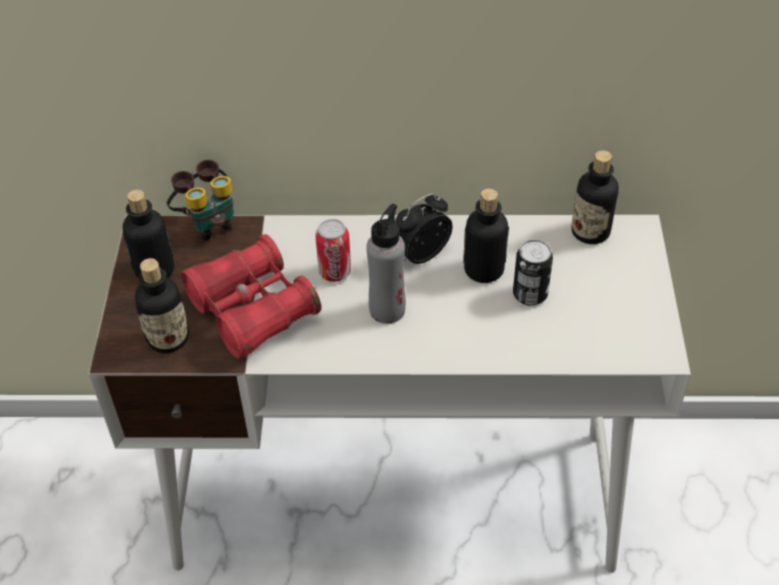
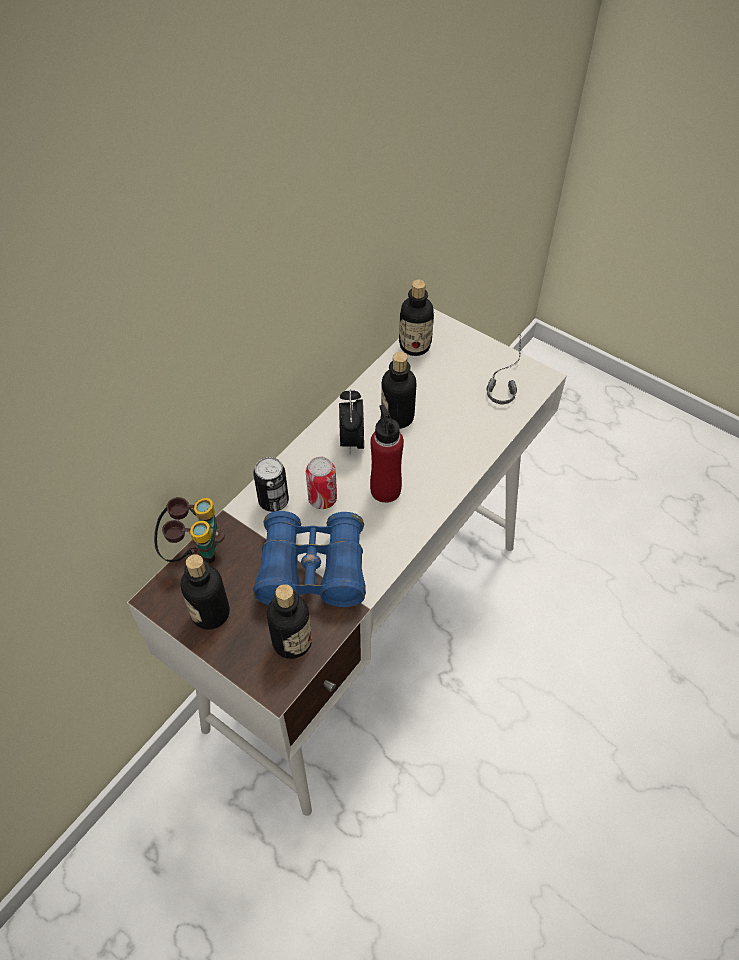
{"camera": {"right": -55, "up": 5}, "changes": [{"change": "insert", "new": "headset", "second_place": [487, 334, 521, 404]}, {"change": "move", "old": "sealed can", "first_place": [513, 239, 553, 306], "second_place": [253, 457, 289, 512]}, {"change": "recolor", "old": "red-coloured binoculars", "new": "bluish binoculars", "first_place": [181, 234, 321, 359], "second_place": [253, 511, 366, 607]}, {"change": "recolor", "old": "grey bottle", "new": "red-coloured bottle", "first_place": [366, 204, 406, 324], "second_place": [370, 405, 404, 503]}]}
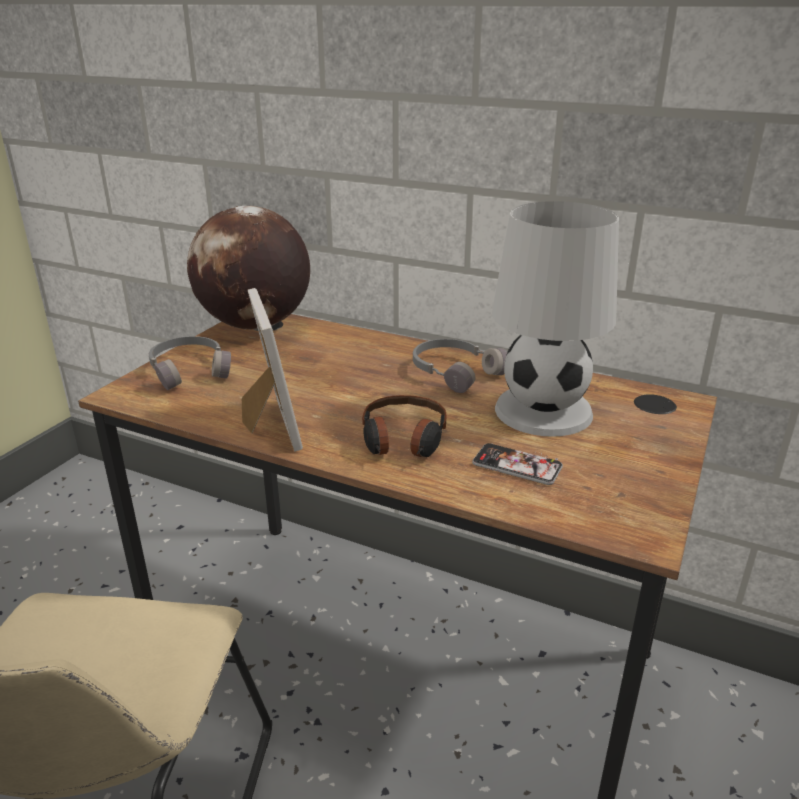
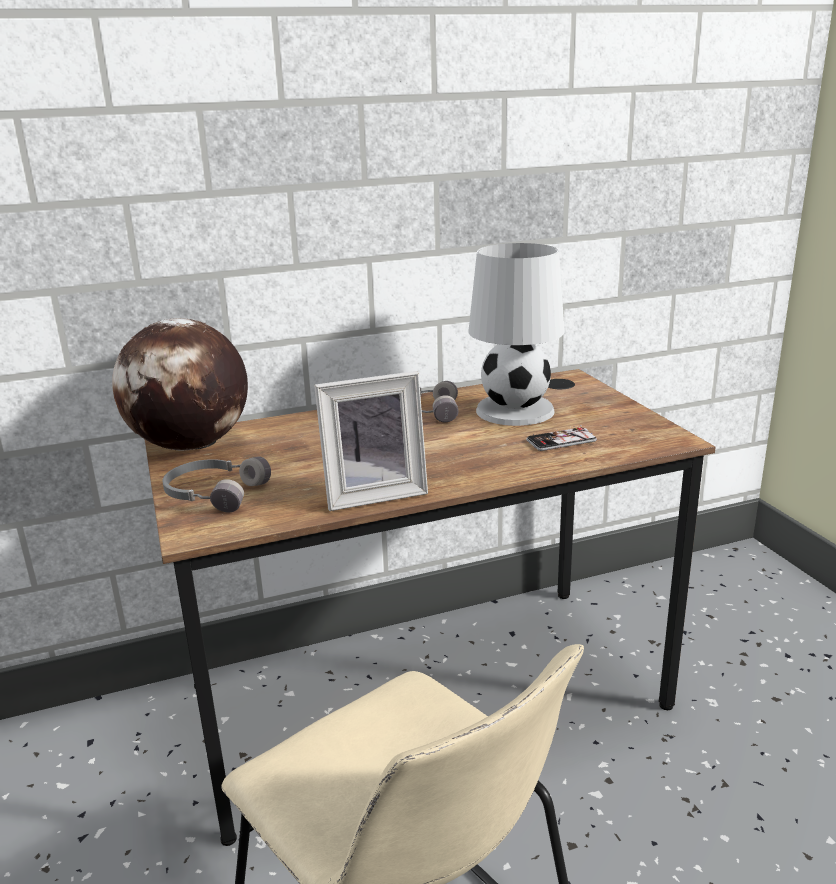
{"camera": {"right": -45, "up": -5}, "changes": [{"change": "delete", "old": "headset", "first_place": [362, 395, 446, 457]}, {"change": "rotate", "old": "standing frame", "first_place": [242, 288, 303, 452], "second_place": [314, 371, 428, 511], "degrees": 135}]}
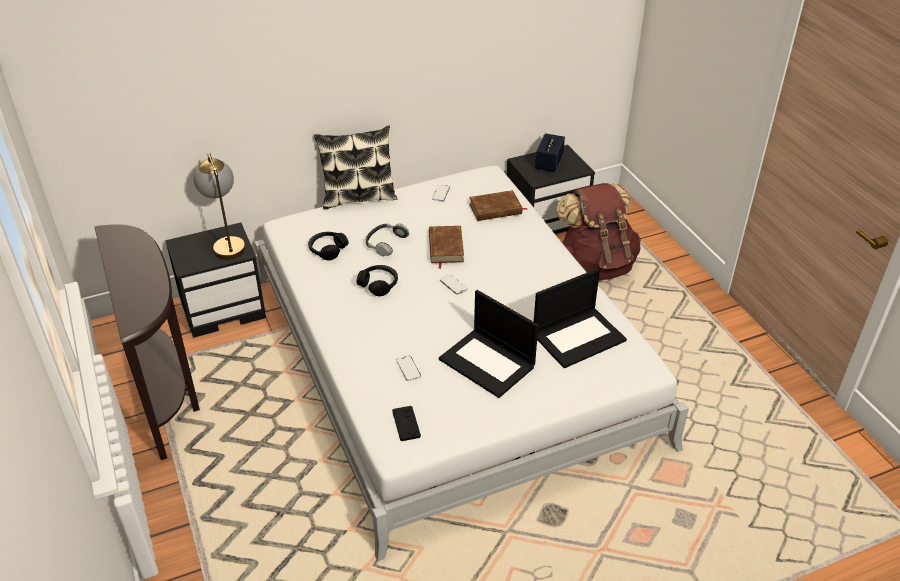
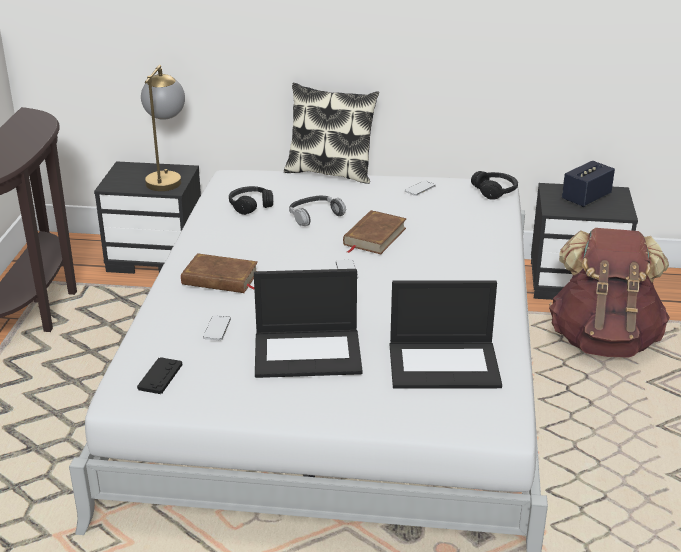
{"camera": {"right": 30, "up": -10}, "changes": [{"change": "move", "old": "black-coloured headset", "first_place": [357, 265, 398, 296], "second_place": [471, 171, 518, 200]}, {"change": "move", "old": "brownish book", "first_place": [469, 190, 527, 221], "second_place": [181, 253, 258, 293]}, {"change": "rotate", "old": "portable computer", "first_place": [439, 290, 538, 398], "second_place": [254, 269, 363, 378], "degrees": -75}]}
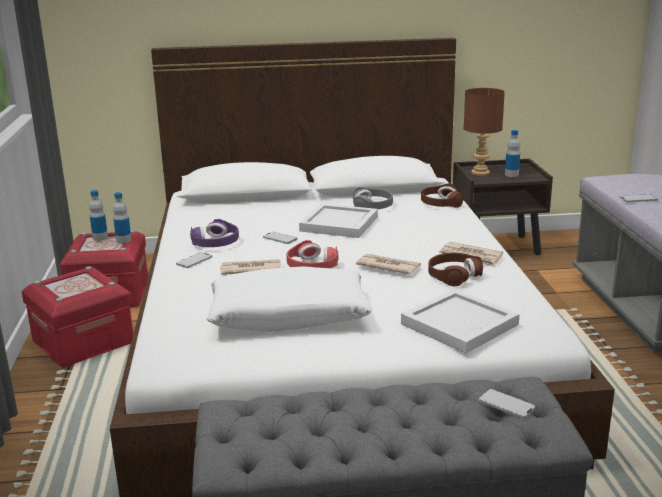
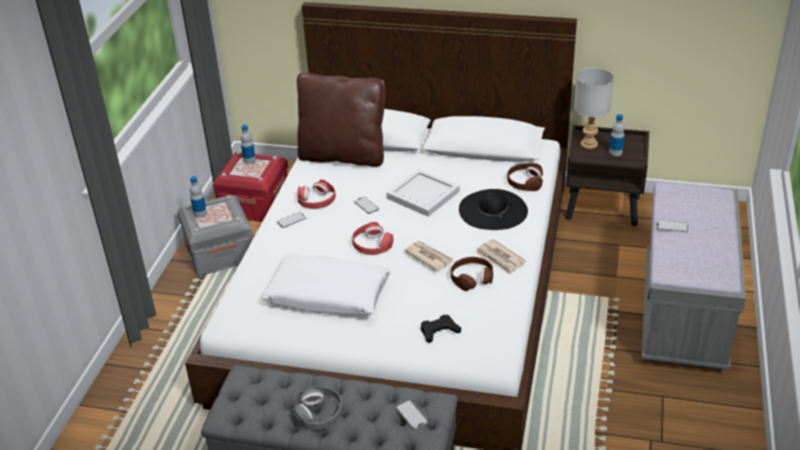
{"camera": {"right": 20, "up": 15}, "changes": [{"change": "delete", "old": "printed paper", "first_place": [220, 259, 281, 275]}, {"change": "insert", "new": "brownish throw pillow", "second_place": [297, 73, 385, 167]}, {"change": "insert", "new": "black-coloured hat", "second_place": [459, 189, 528, 230]}, {"change": "move", "old": "bottle", "first_place": [113, 192, 132, 243], "second_place": [190, 176, 207, 218]}, {"change": "move", "old": "grey headset", "first_place": [353, 187, 393, 209], "second_place": [292, 385, 343, 430]}, {"change": "replace", "old": "white-coloured carrying tray", "new": "black-coloured gamepad", "first_place": [401, 289, 520, 353], "second_place": [421, 315, 461, 343]}, {"change": "recolor", "old": "red-coloured storage container", "new": "grey storage container", "first_place": [22, 266, 133, 368], "second_place": [177, 195, 252, 276]}, {"change": "recolor", "old": "purple headset", "new": "red-coloured headset", "first_place": [190, 219, 239, 247], "second_place": [297, 179, 336, 209]}, {"change": "recolor", "old": "brownish table lamp", "new": "grey table lamp", "first_place": [464, 88, 505, 176], "second_place": [574, 68, 614, 149]}]}
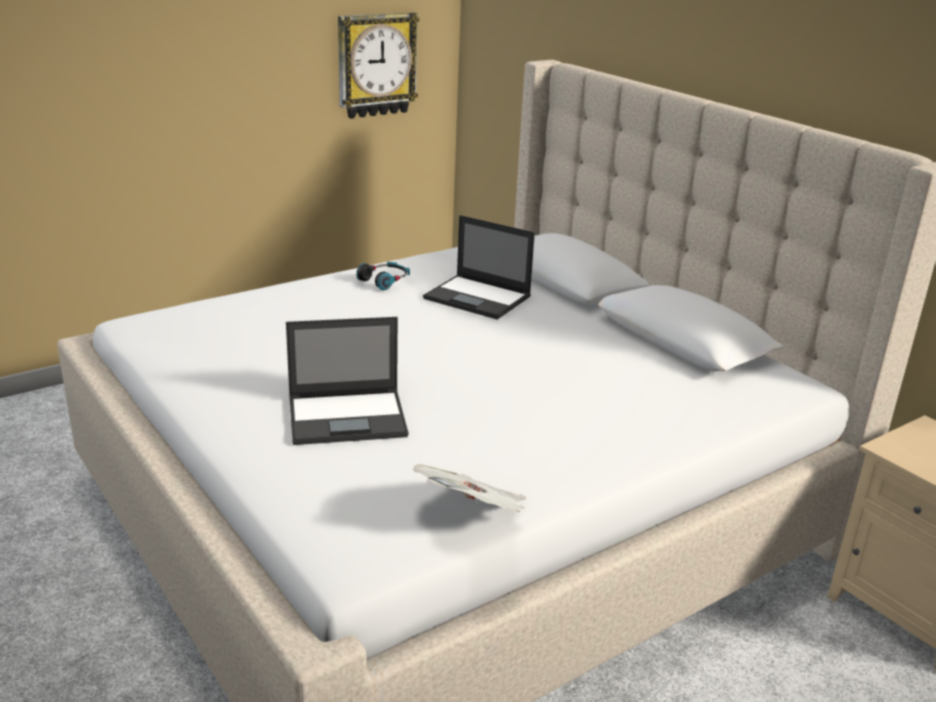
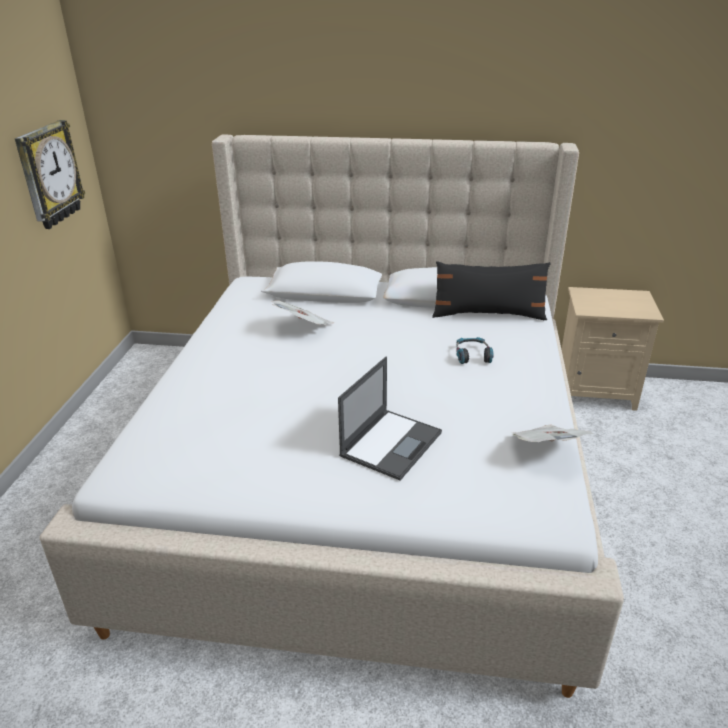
{"camera": {"right": -45, "up": 5}, "changes": [{"change": "insert", "new": "black-coloured throw pillow", "second_place": [432, 261, 551, 320]}, {"change": "move", "old": "headset", "first_place": [356, 262, 410, 290], "second_place": [456, 337, 494, 364]}, {"change": "replace", "old": "portable computer", "new": "printed paper", "first_place": [423, 215, 535, 320], "second_place": [272, 300, 334, 325]}]}
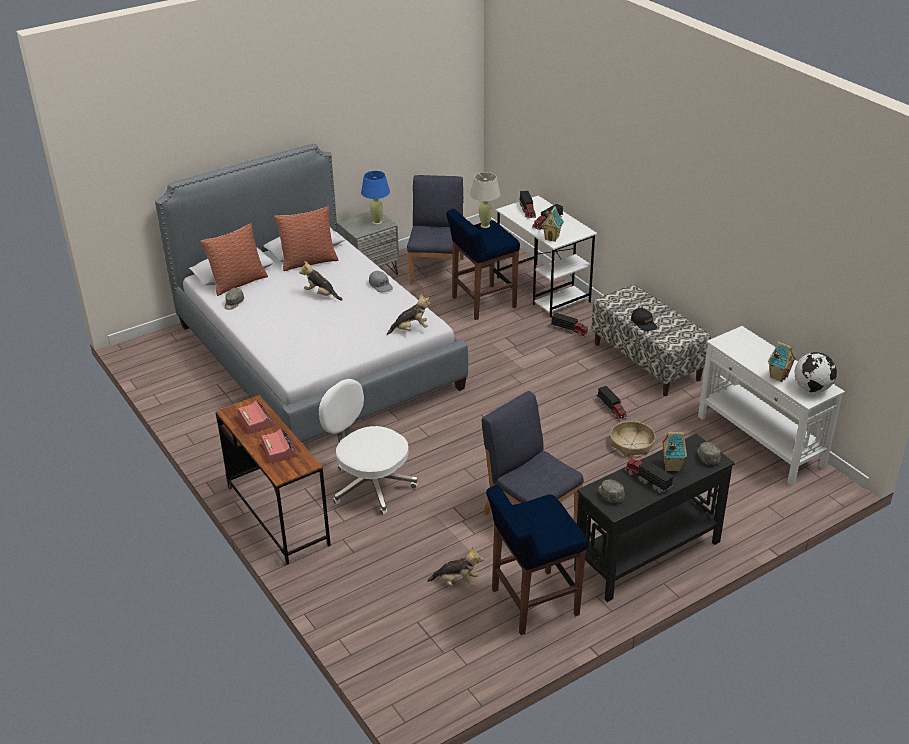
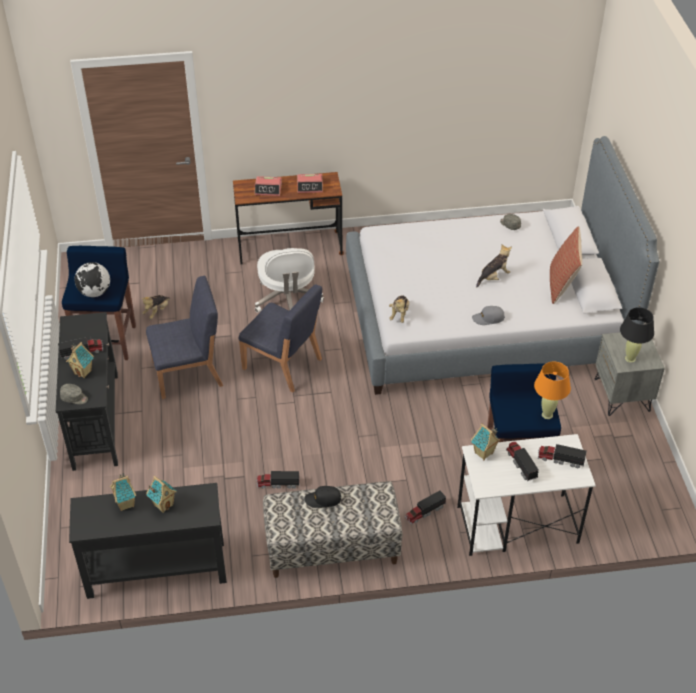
{"camera": {"right": 115, "up": 10}, "changes": [{"change": "delete", "old": "throw pillow", "first_place": [200, 223, 268, 296]}, {"change": "delete", "old": "grey peaked cap", "first_place": [598, 479, 625, 503]}, {"change": "delete", "old": "household basket", "first_place": [610, 421, 655, 456]}, {"change": "insert", "new": "toy house", "second_place": [146, 476, 177, 513]}, {"change": "move", "old": "bluish plain chair", "first_place": [407, 175, 464, 287], "second_place": [238, 284, 322, 392]}, {"change": "move", "old": "globe", "first_place": [794, 352, 837, 393], "second_place": [75, 262, 110, 297]}, {"change": "recolor", "old": "bluish table lamp", "new": "black-coloured table lamp", "first_place": [361, 171, 390, 225], "second_place": [620, 307, 654, 363]}, {"change": "recolor", "old": "beige table lamp", "new": "orange table lamp", "first_place": [470, 172, 500, 228], "second_place": [534, 361, 571, 419]}, {"change": "recolor", "old": "white-coloured hall table", "new": "black-coloured hall table", "first_place": [698, 326, 845, 486], "second_place": [69, 483, 227, 599]}, {"change": "rotate", "old": "white-coloured desk chair", "first_place": [319, 379, 418, 515], "second_place": [255, 248, 324, 313], "degrees": 105}]}
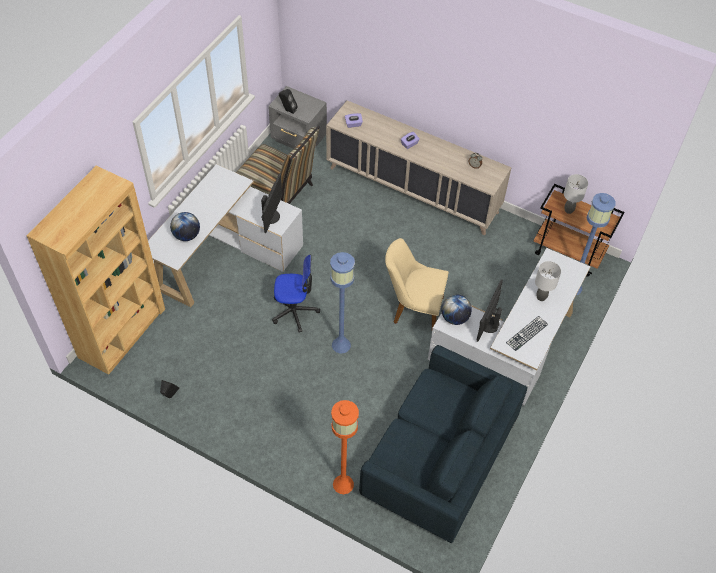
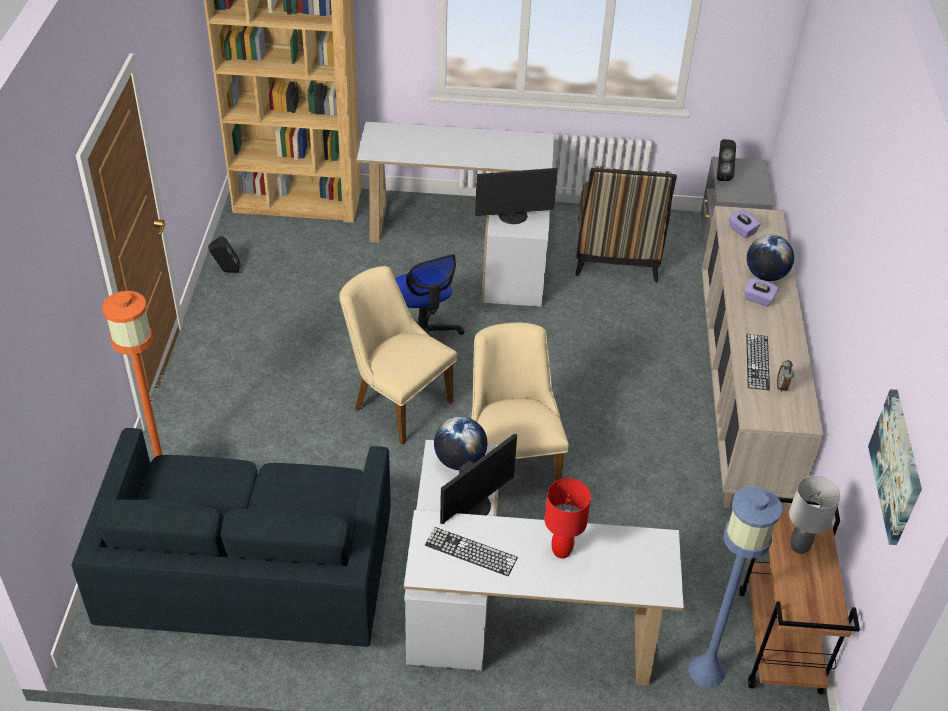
{"camera": {"right": 65, "up": -10}, "changes": [{"change": "insert", "new": "computer keyboard", "second_place": [746, 334, 770, 390]}, {"change": "insert", "new": "wall art", "second_place": [868, 389, 922, 545]}, {"change": "move", "old": "globe", "first_place": [170, 212, 200, 241], "second_place": [747, 235, 794, 281]}, {"change": "replace", "old": "bluish floor lamp", "new": "beige plain chair", "first_place": [330, 252, 355, 353], "second_place": [339, 266, 457, 445]}, {"change": "recolor", "old": "grey table lamp", "new": "red-coloured table lamp", "first_place": [535, 261, 561, 301], "second_place": [545, 478, 591, 558]}, {"change": "rotate", "old": "monitor", "first_place": [476, 279, 503, 342], "second_place": [440, 434, 517, 524], "degrees": 135}]}
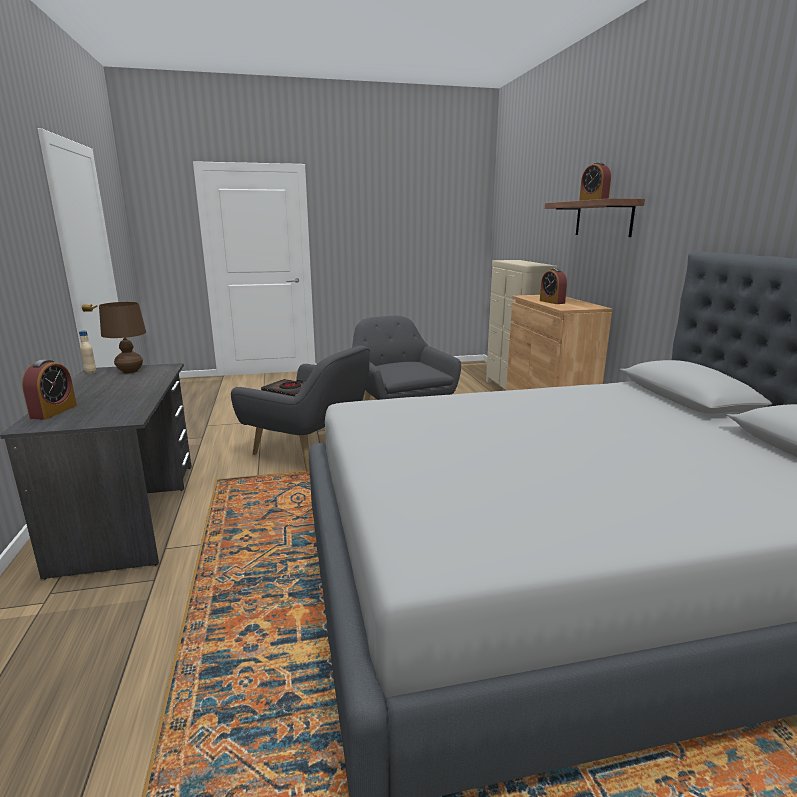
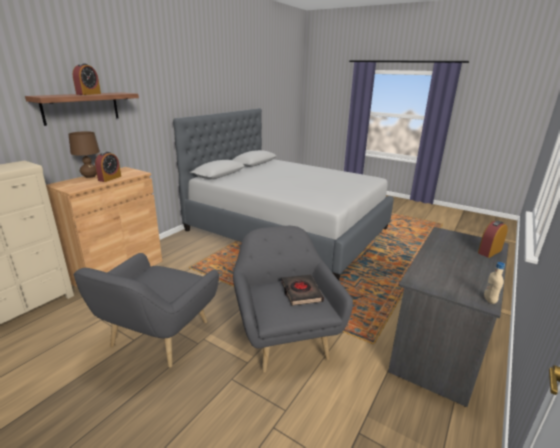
{"camera": {"right": -135, "up": 5}, "changes": [{"change": "move", "old": "brownish table lamp", "first_place": [99, 302, 146, 373], "second_place": [69, 131, 100, 178]}]}
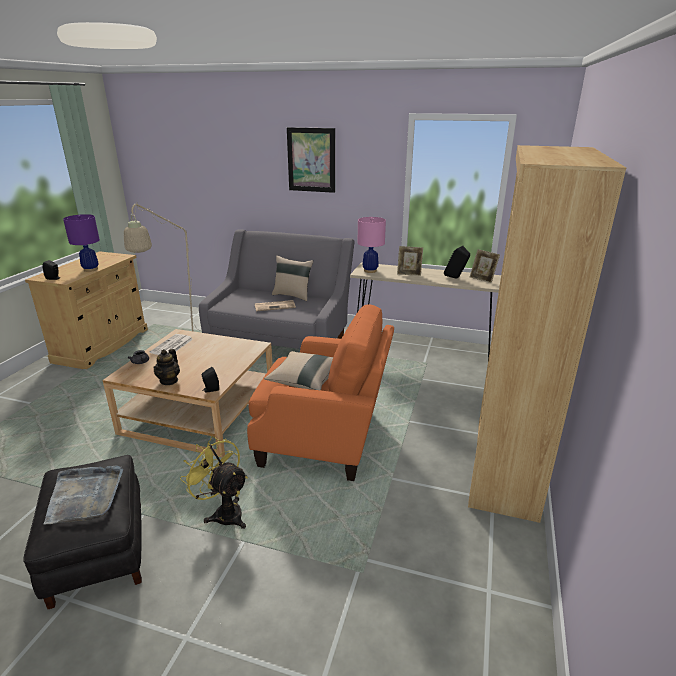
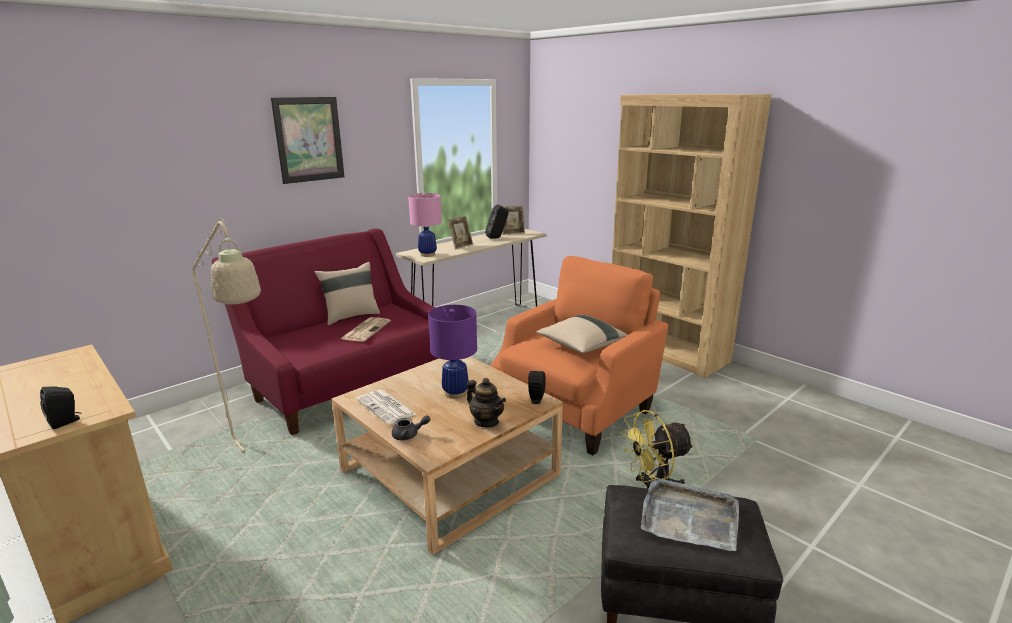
{"camera": {"right": -60, "up": -5}, "changes": [{"change": "move", "old": "purple table lamp", "first_place": [63, 214, 100, 272], "second_place": [428, 305, 477, 399]}, {"change": "recolor", "old": "grey settee", "new": "red-coloured settee", "first_place": [199, 229, 355, 349], "second_place": [212, 228, 439, 435]}]}
